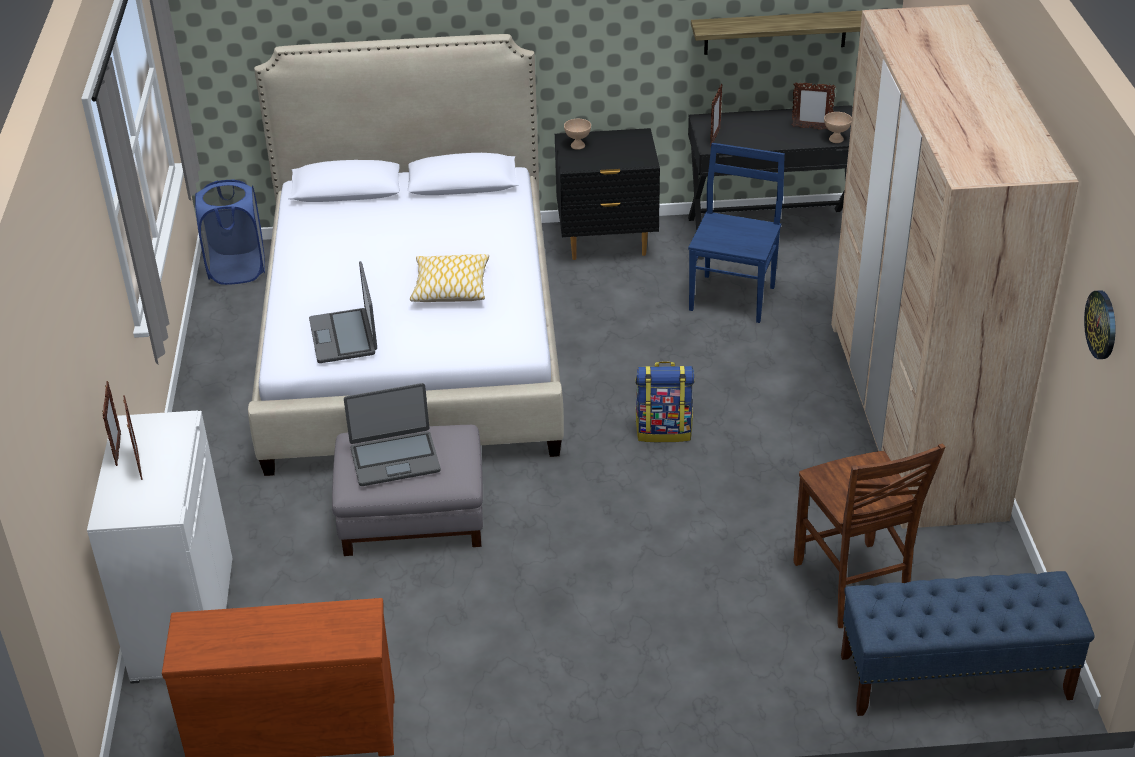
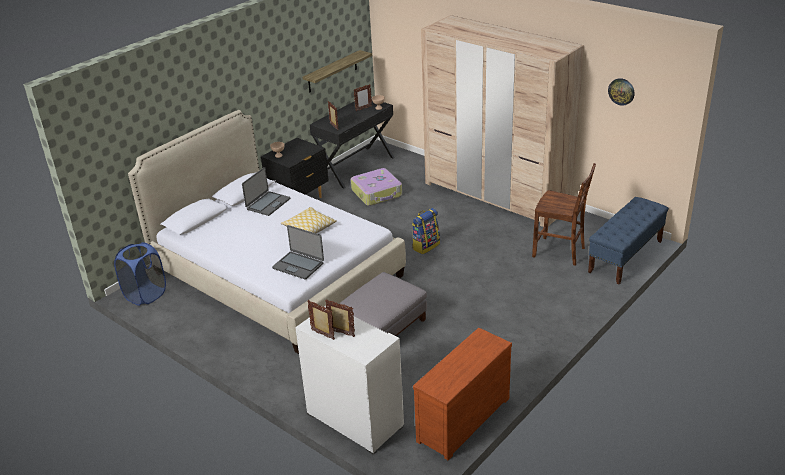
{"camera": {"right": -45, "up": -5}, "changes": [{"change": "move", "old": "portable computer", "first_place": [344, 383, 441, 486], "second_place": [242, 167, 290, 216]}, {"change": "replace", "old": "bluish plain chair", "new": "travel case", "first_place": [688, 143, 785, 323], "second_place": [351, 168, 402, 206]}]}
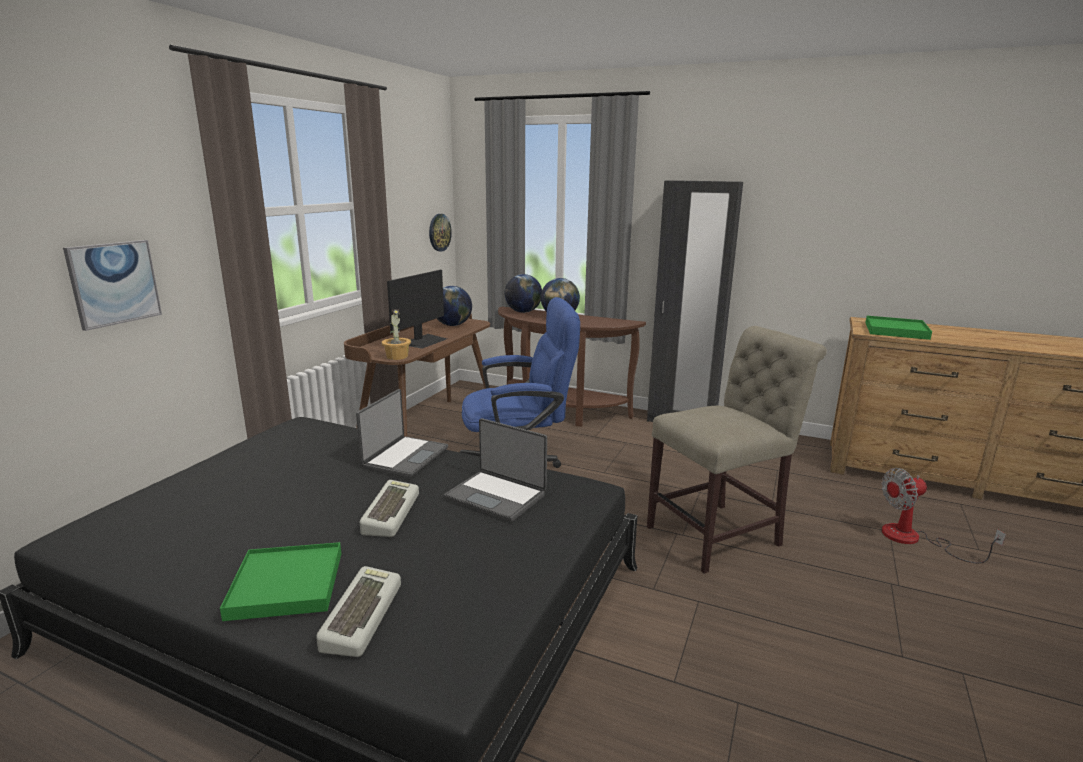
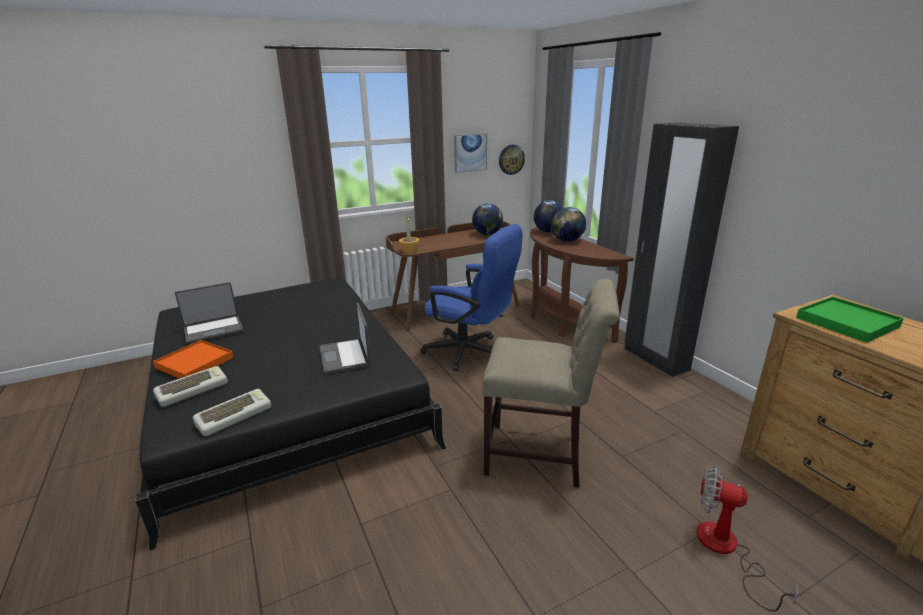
{"camera": {"right": 40, "up": 5}, "changes": [{"change": "delete", "old": "monitor", "first_place": [387, 270, 447, 349]}, {"change": "move", "old": "wall art", "first_place": [63, 240, 162, 331], "second_place": [454, 133, 487, 173]}, {"change": "move", "old": "portable computer", "first_place": [356, 389, 448, 478], "second_place": [175, 282, 243, 344]}, {"change": "move", "old": "computer keyboard", "first_place": [360, 480, 419, 537], "second_place": [193, 389, 271, 436]}, {"change": "recolor", "old": "green carrying tray", "new": "orange carrying tray", "first_place": [220, 542, 341, 621], "second_place": [153, 340, 234, 379]}]}
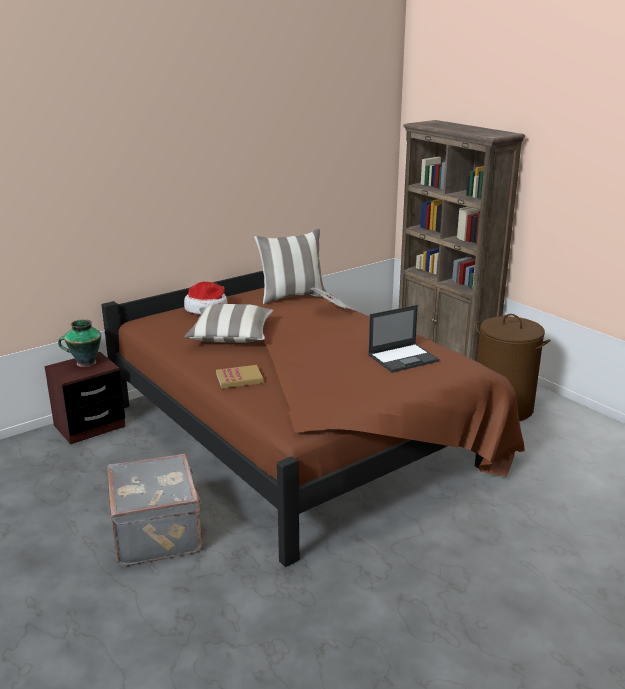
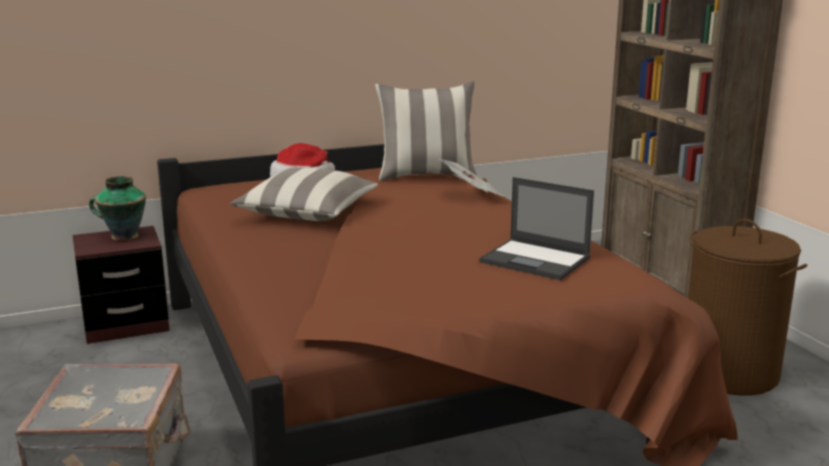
{"camera": {"right": 15, "up": -5}, "changes": [{"change": "delete", "old": "book", "first_place": [216, 365, 264, 388]}, {"change": "rotate", "old": "portable computer", "first_place": [368, 305, 439, 373], "second_place": [479, 177, 594, 280], "degrees": 45}]}
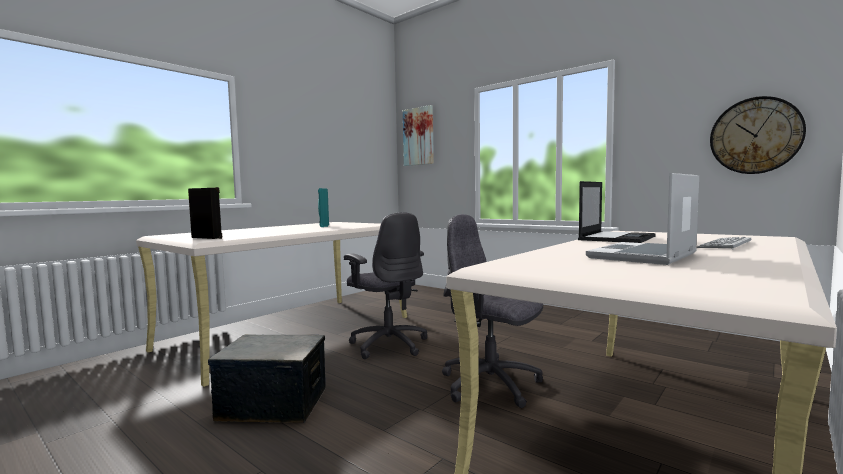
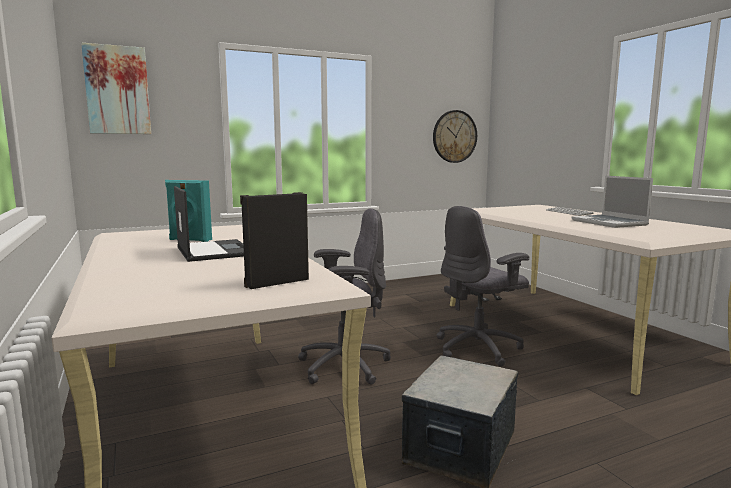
{"camera": {"right": -65, "up": 5}, "changes": [{"change": "move", "old": "portable computer", "first_place": [578, 181, 656, 243], "second_place": [174, 186, 244, 262]}]}
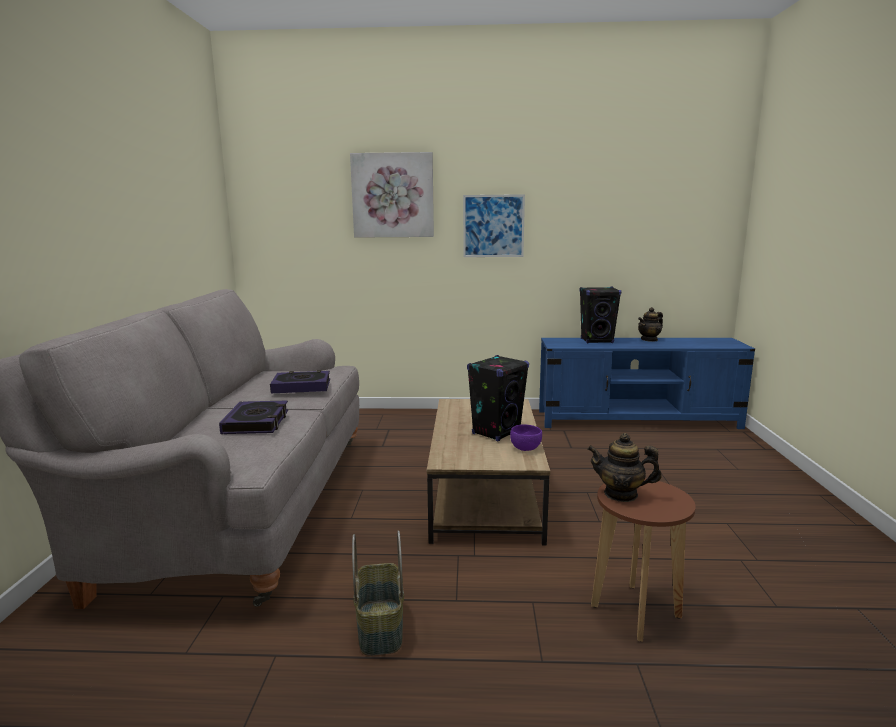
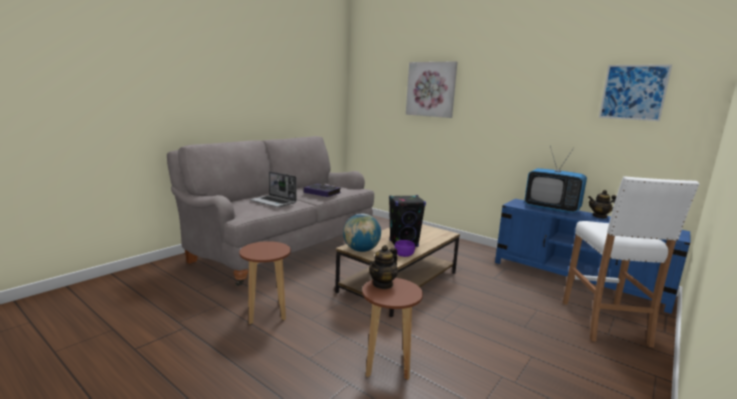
{"camera": {"right": 35, "up": 0}, "changes": [{"change": "insert", "new": "globe", "second_place": [343, 213, 381, 252]}, {"change": "insert", "new": "white-coloured stool", "second_place": [563, 176, 699, 347]}, {"change": "move", "old": "wall art", "first_place": [463, 194, 525, 257], "second_place": [599, 64, 672, 121]}, {"change": "replace", "old": "book", "new": "portable computer", "first_place": [219, 401, 288, 434], "second_place": [250, 171, 296, 207]}, {"change": "replace", "old": "household basket", "new": "brownish stool", "first_place": [352, 530, 404, 656], "second_place": [239, 241, 291, 324]}, {"change": "replace", "old": "black-coloured audio speaker", "new": "TV set", "first_place": [580, 287, 621, 343], "second_place": [524, 146, 587, 213]}, {"change": "rotate", "old": "pot for tea", "first_place": [587, 433, 662, 502], "second_place": [369, 245, 398, 289], "degrees": -105}]}
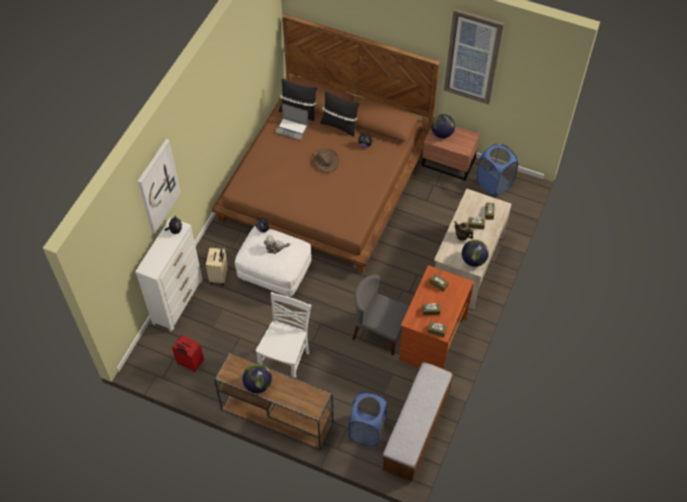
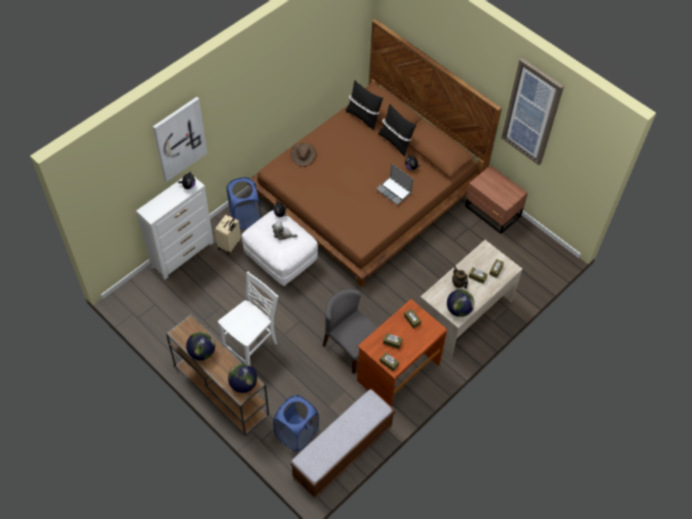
{"camera": {"right": 20, "up": 0}, "changes": [{"change": "delete", "old": "red-coloured travel case", "first_place": [172, 335, 204, 372]}, {"change": "move", "old": "portable computer", "first_place": [275, 104, 308, 140], "second_place": [376, 163, 413, 205]}, {"change": "move", "old": "brownish hat", "first_place": [312, 149, 339, 173], "second_place": [291, 143, 316, 167]}, {"change": "move", "old": "globe", "first_place": [431, 114, 455, 138], "second_place": [228, 363, 257, 393]}, {"change": "move", "old": "bluish washing basket", "first_place": [477, 144, 518, 196], "second_place": [227, 177, 261, 230]}]}
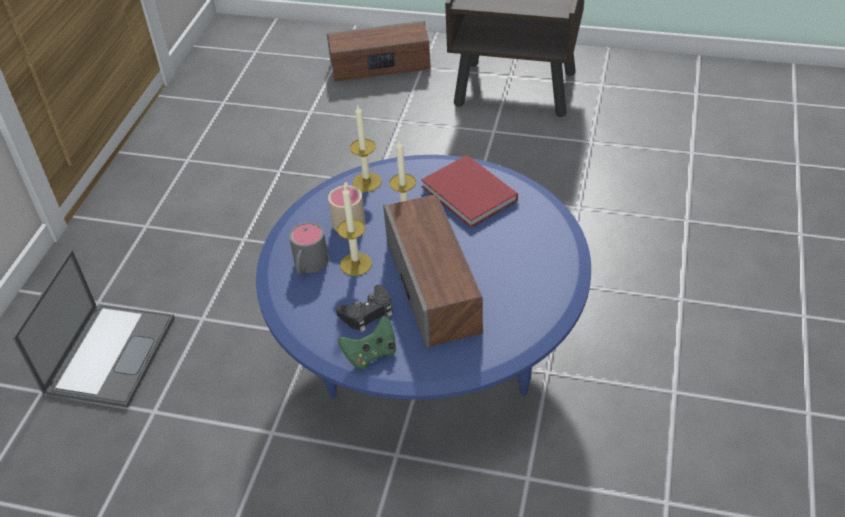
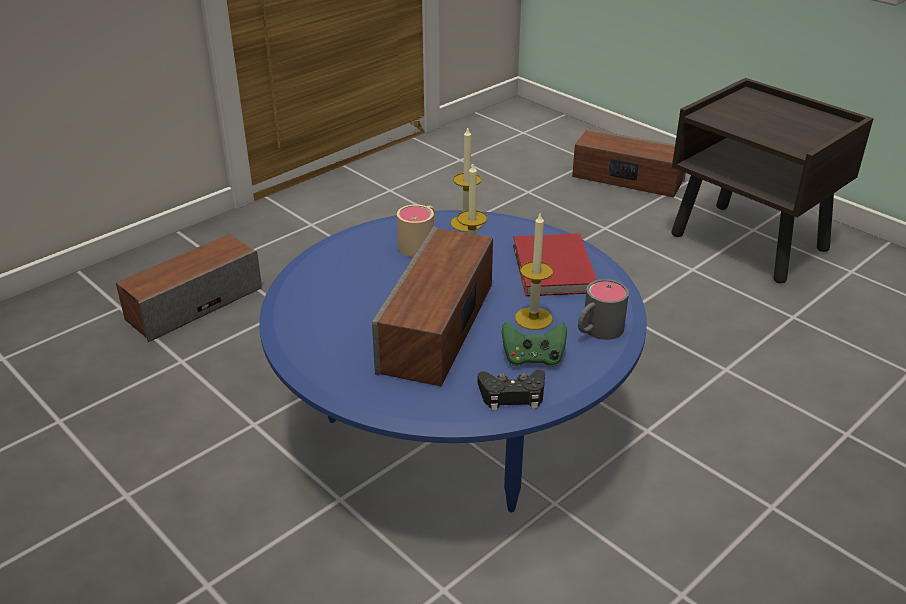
{"camera": {"right": 30, "up": -10}, "changes": [{"change": "move", "old": "grey tea mug", "first_place": [289, 222, 329, 275], "second_place": [578, 279, 629, 340]}, {"change": "move", "old": "black-coloured gamepad", "first_place": [336, 284, 393, 332], "second_place": [478, 370, 545, 410]}, {"change": "move", "old": "wax light", "first_place": [337, 187, 372, 276], "second_place": [515, 214, 553, 330]}, {"change": "move", "old": "green gamepad", "first_place": [338, 316, 396, 370], "second_place": [502, 322, 567, 367]}, {"change": "replace", "old": "portable computer", "new": "audio speaker", "first_place": [12, 249, 175, 408], "second_place": [116, 234, 262, 342]}]}
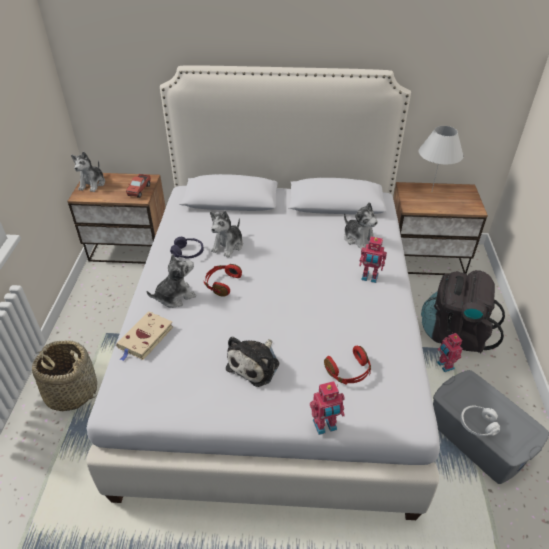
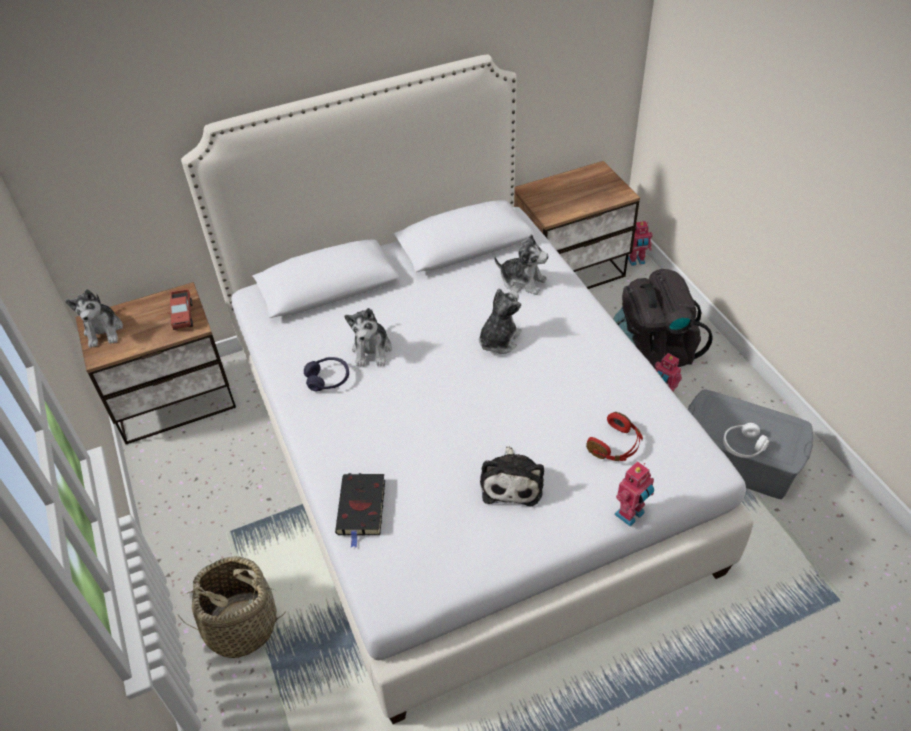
{"camera": {"right": -25, "up": 5}, "changes": [{"change": "delete", "old": "red-coloured headset", "first_place": [204, 264, 242, 297]}, {"change": "delete", "old": "white-coloured table lamp", "first_place": [419, 126, 464, 190]}, {"change": "move", "old": "plush toy", "first_place": [147, 254, 196, 308], "second_place": [479, 288, 522, 354]}, {"change": "move", "old": "model robot", "first_place": [359, 237, 387, 283], "second_place": [628, 221, 652, 266]}, {"change": "recolor", "old": "beige book", "new": "black-coloured book", "first_place": [116, 311, 173, 361], "second_place": [335, 473, 385, 548]}]}
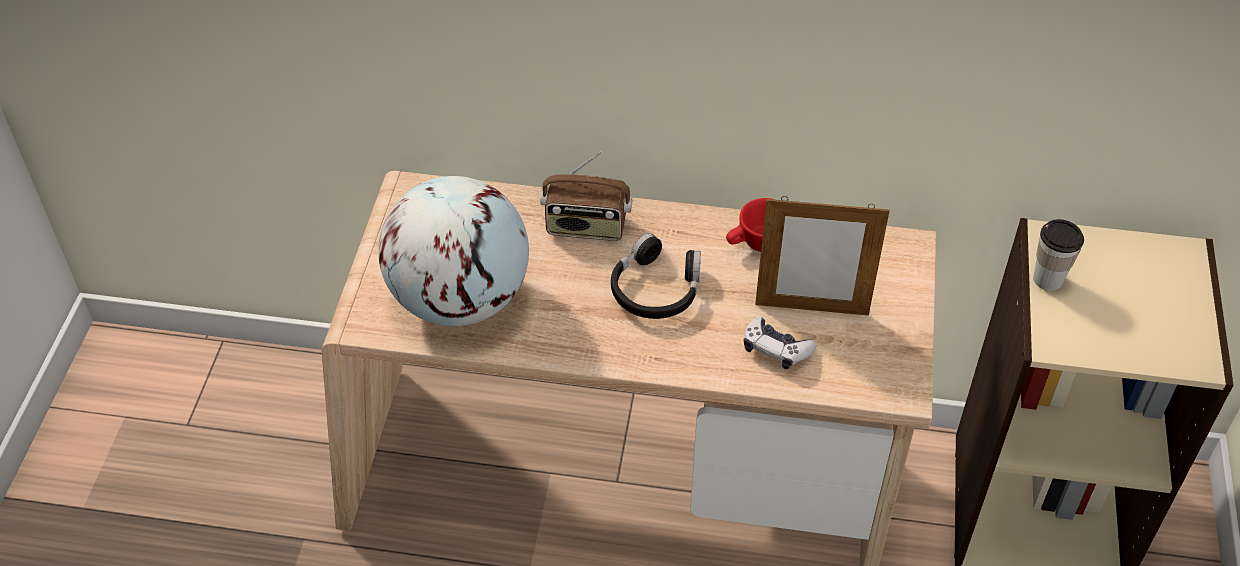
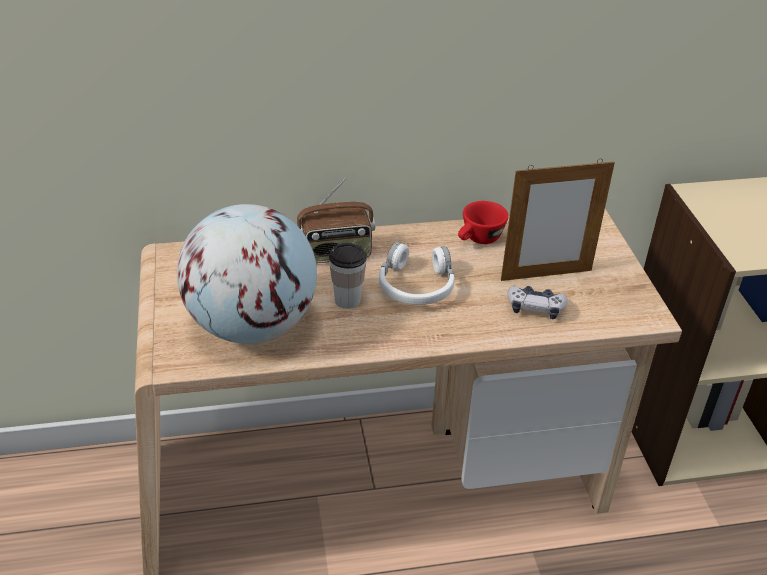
{"camera": {"right": -20, "up": -10}, "changes": [{"change": "move", "old": "small cup", "first_place": [1033, 219, 1084, 291], "second_place": [329, 243, 367, 309]}, {"change": "recolor", "old": "black-coloured headset", "new": "white-coloured headset", "first_place": [611, 233, 701, 319], "second_place": [379, 242, 455, 305]}]}
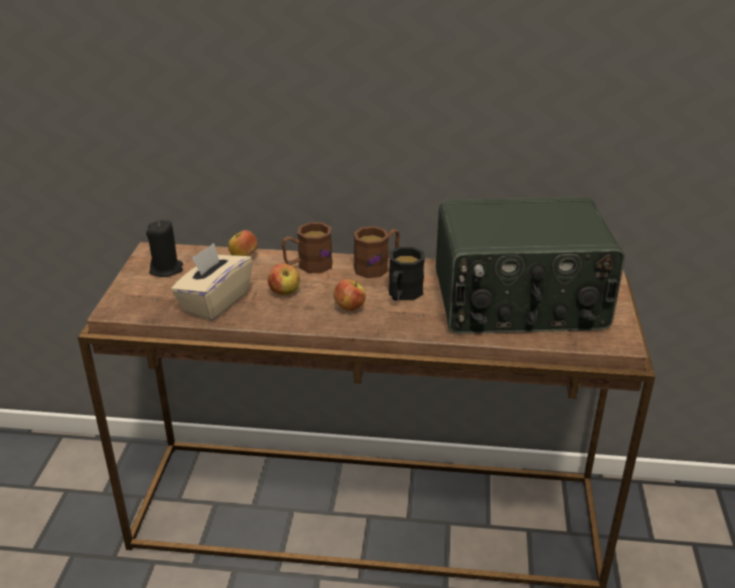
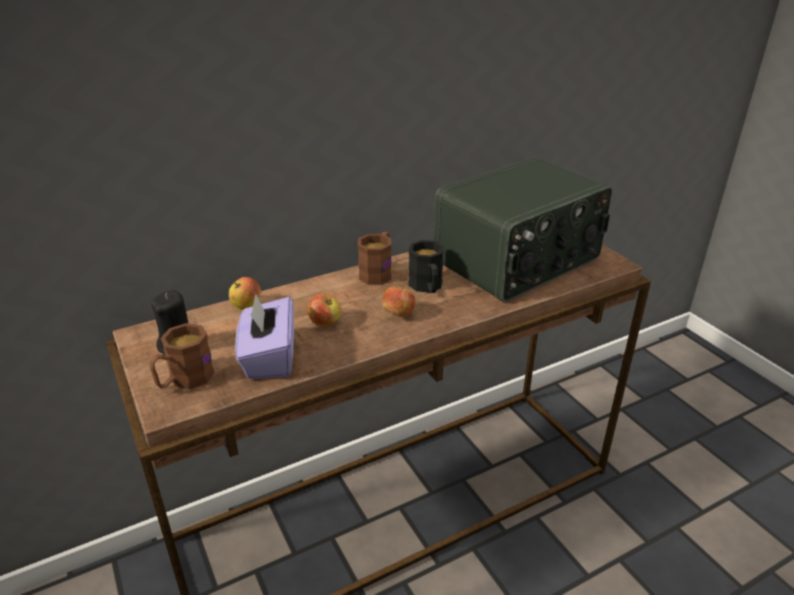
{"camera": {"right": -35, "up": 0}, "changes": [{"change": "move", "old": "brownish tea mug", "first_place": [282, 222, 333, 273], "second_place": [149, 323, 215, 389]}, {"change": "recolor", "old": "beige tissue box", "new": "purple tissue box", "first_place": [171, 243, 252, 321], "second_place": [235, 294, 294, 379]}]}
